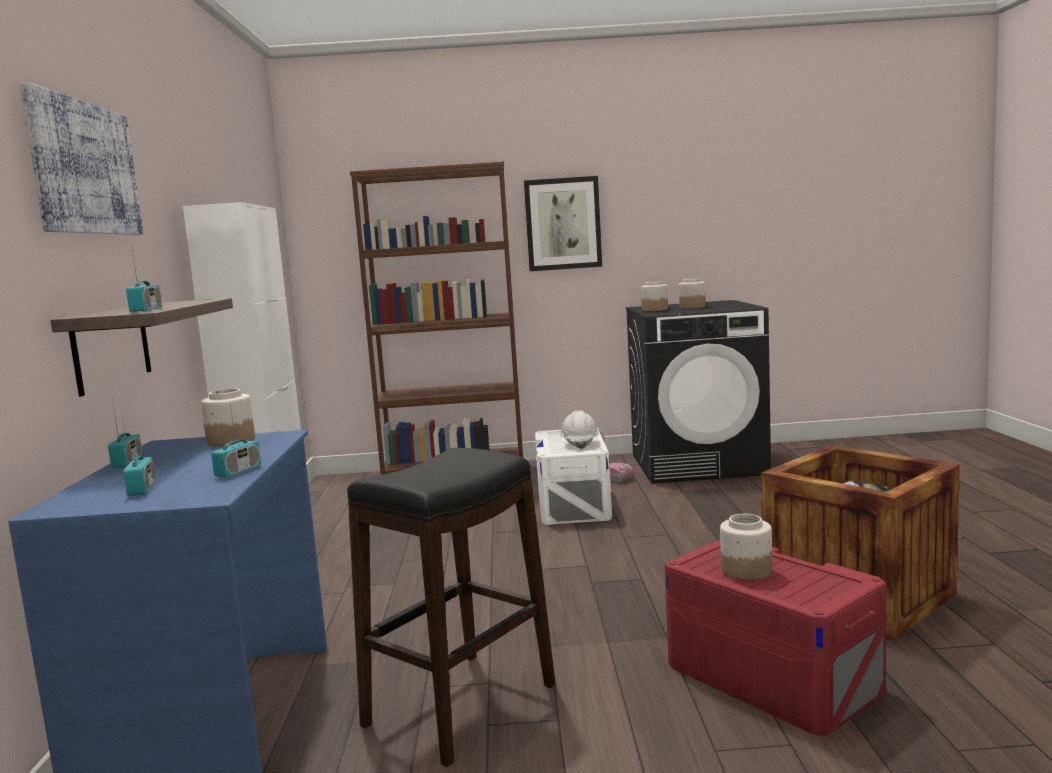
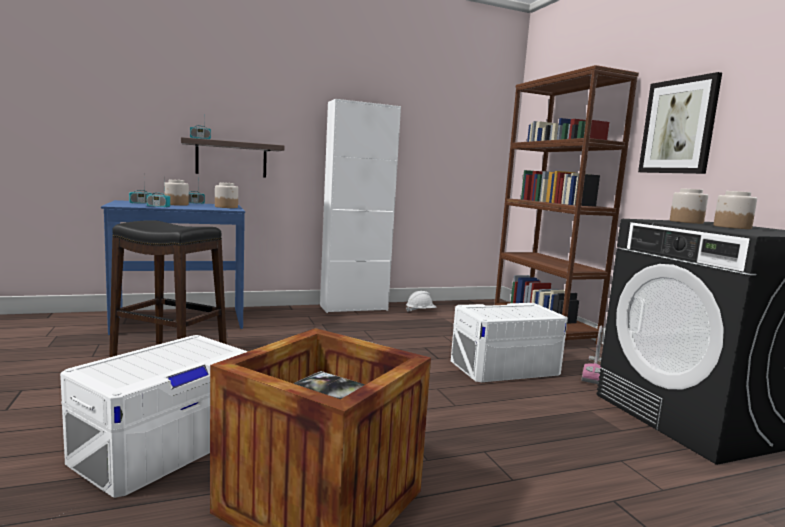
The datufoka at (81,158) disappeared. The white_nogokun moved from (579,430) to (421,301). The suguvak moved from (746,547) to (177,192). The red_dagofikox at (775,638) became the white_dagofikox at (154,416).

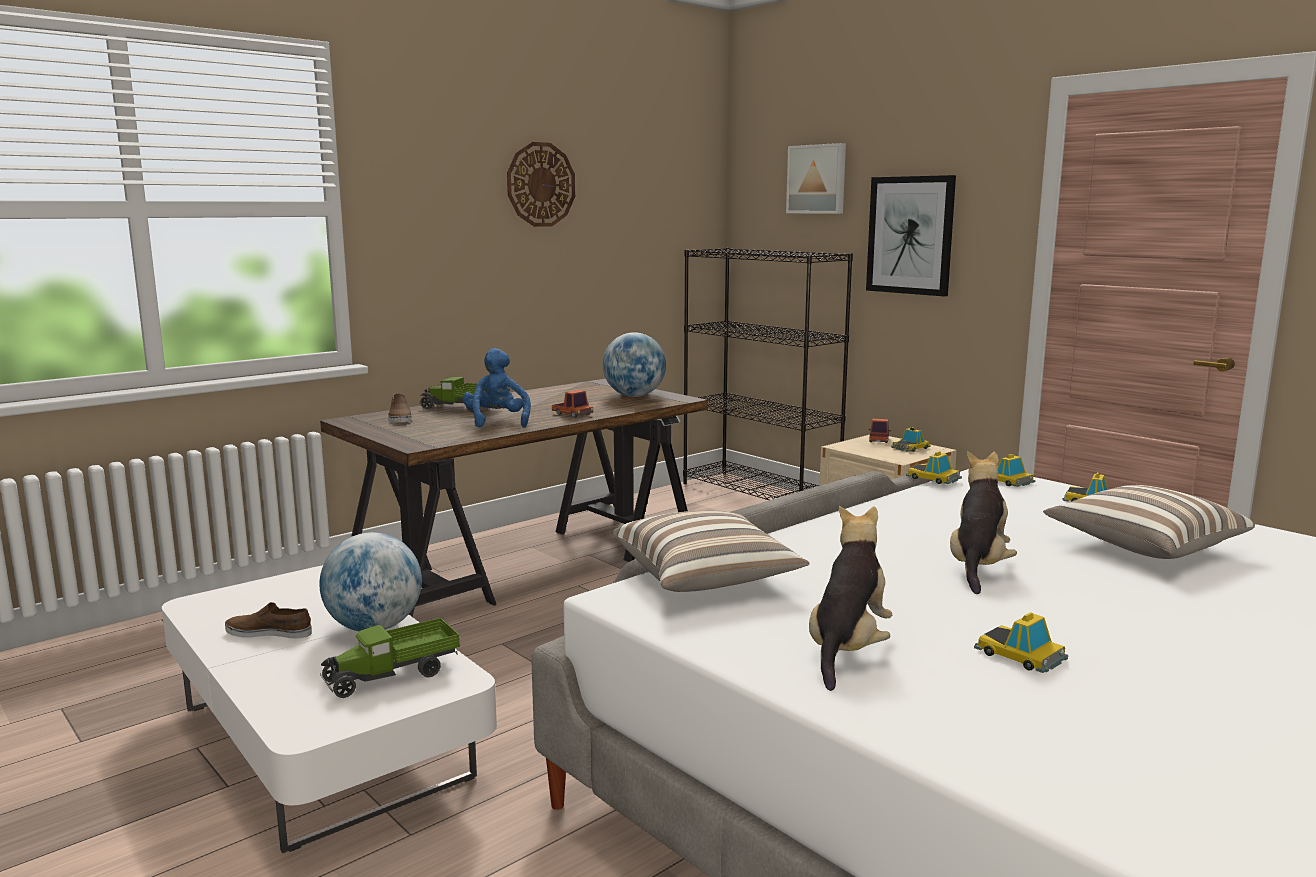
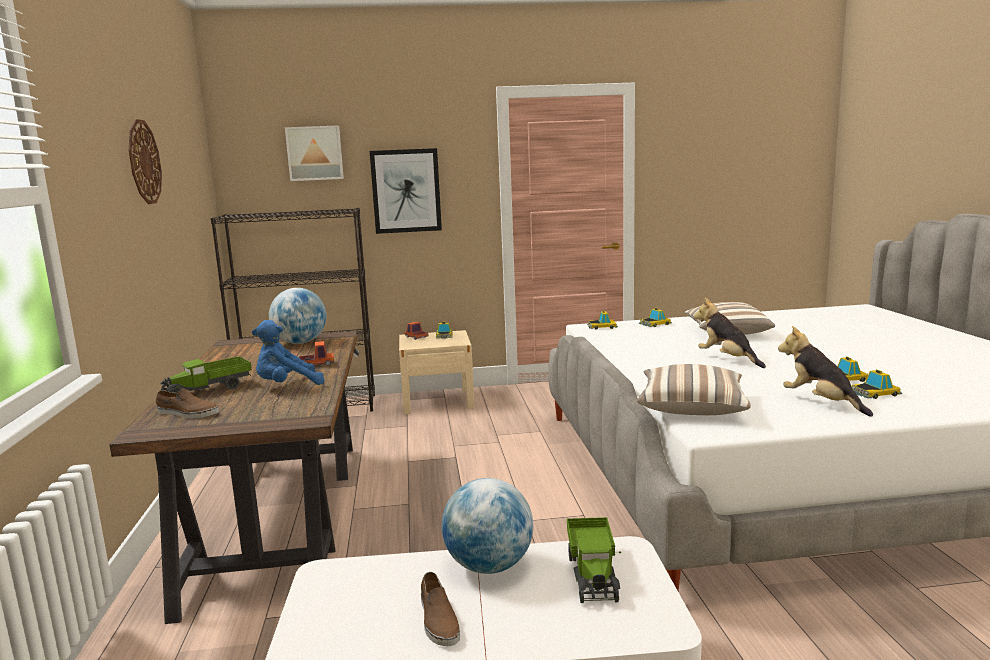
The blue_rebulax at (497,388) turned 45 degrees counterclockwise. The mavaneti moved from (934,467) to (876,384). The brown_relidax at (268,620) turned 60 degrees counterclockwise.

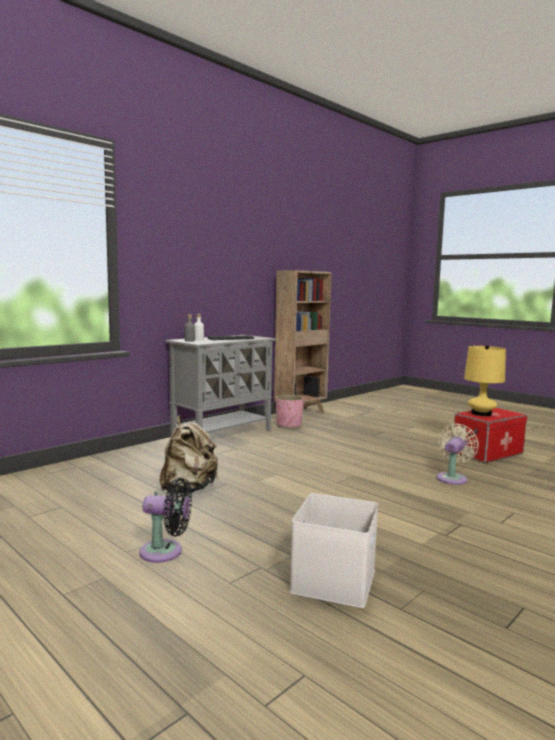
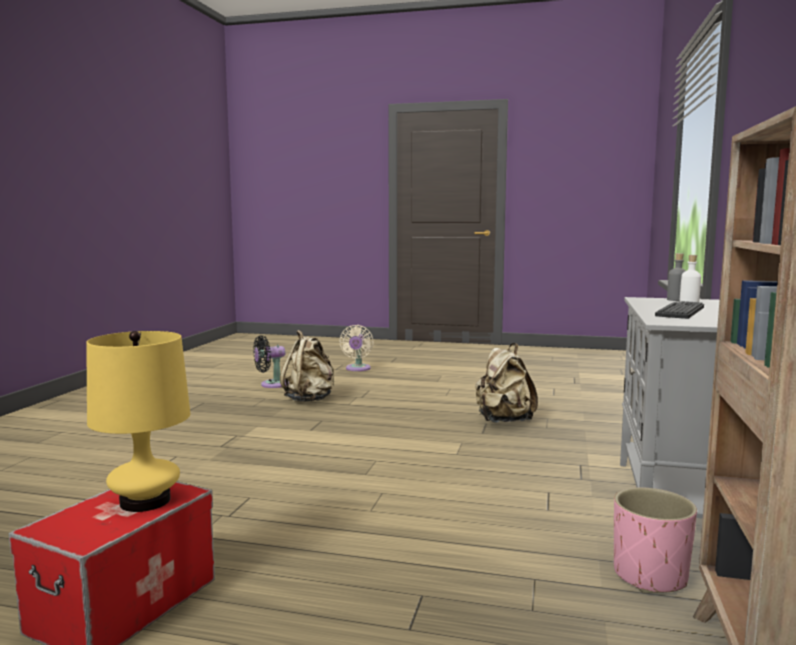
The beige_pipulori moved from (458,454) to (356,348). The black_pipulori moved from (165,520) to (271,361). The white_dagofikox at (333,550) was replaced by the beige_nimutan at (307,365).

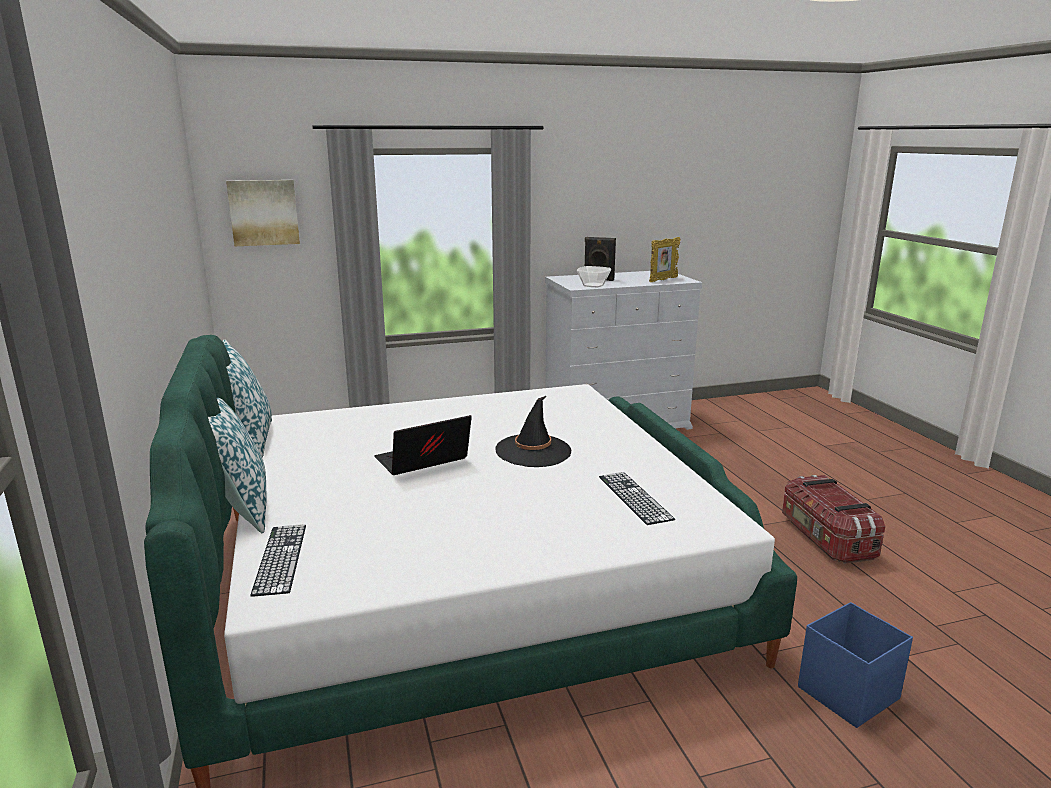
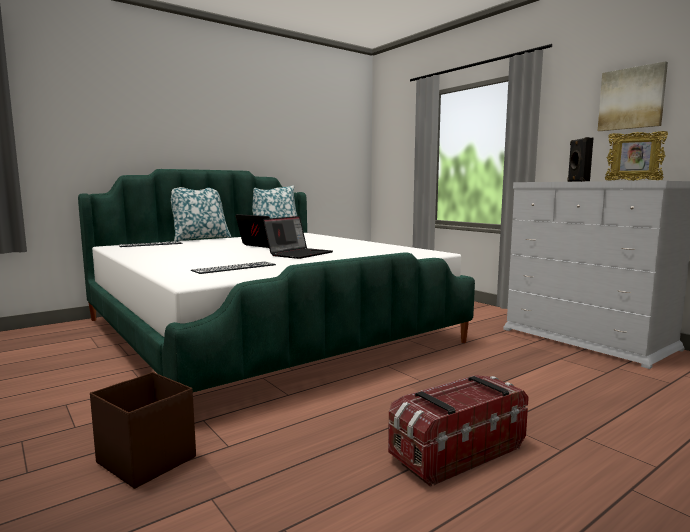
The datufoka moved from (263,213) to (633,96). The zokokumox at (594,276) disappeared. The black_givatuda at (533,431) was replaced by the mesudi at (298,237). The blue_dagofikox at (855,665) became the brown_dagofikox at (143,430).

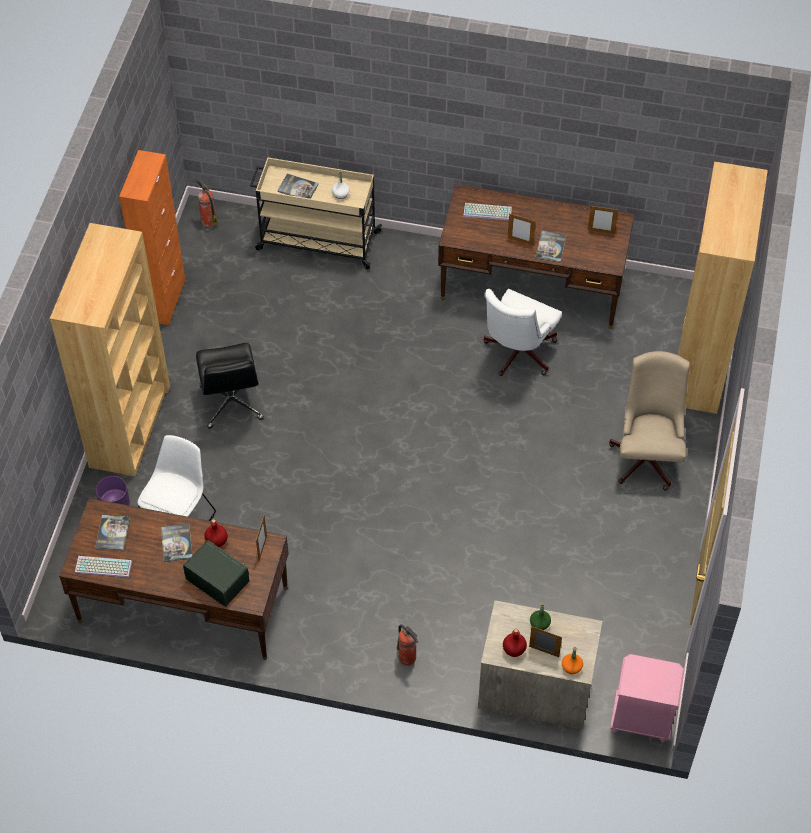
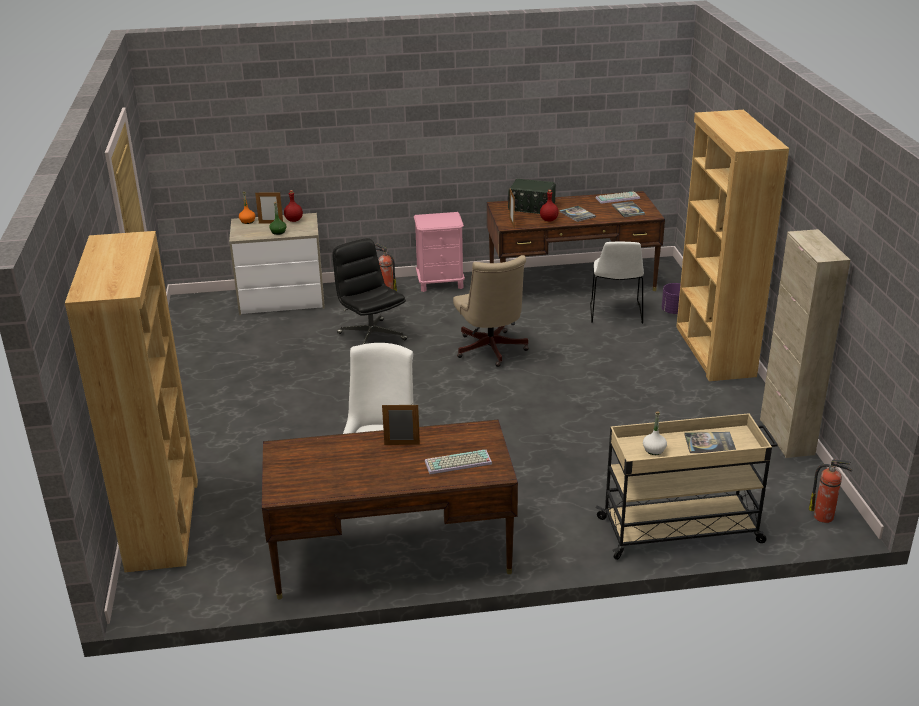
The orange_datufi at (152,237) became the beige_datufi at (805,343). The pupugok at (603,219) disappeared. The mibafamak at (551,247) disappeared. The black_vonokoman moved from (230,386) to (369,291). The beige_vonokoman moved from (649,421) to (491,311). The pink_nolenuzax moved from (647,698) to (439,252).

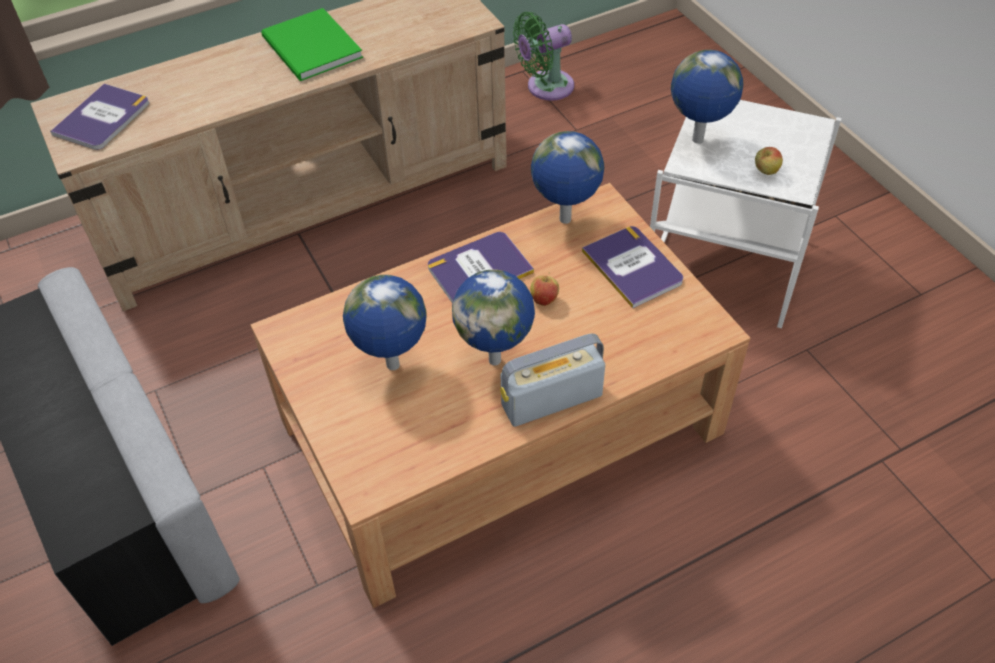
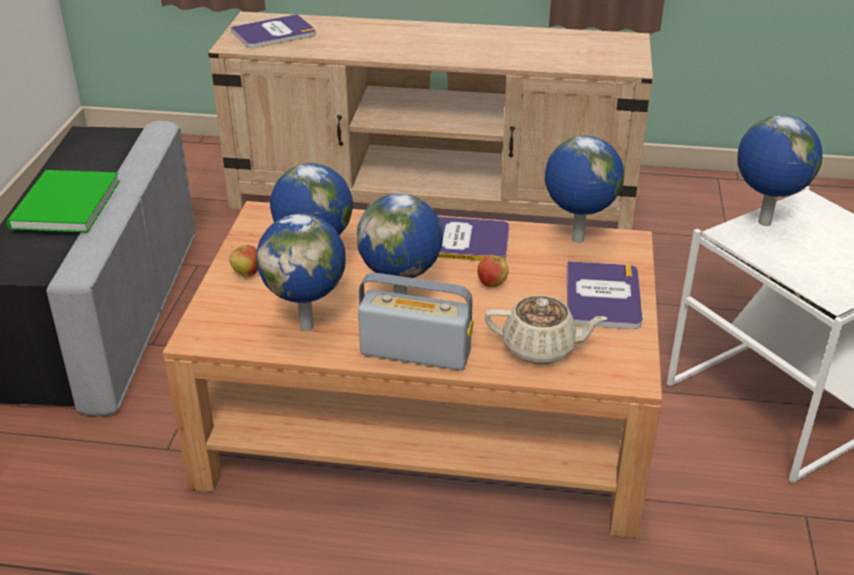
The green_mibafamak moved from (312,44) to (63,201). The green_pipulori at (543,56) disappeared. The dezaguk moved from (769,161) to (243,260). The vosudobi at (300,272) appeared. The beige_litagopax at (546,329) appeared.

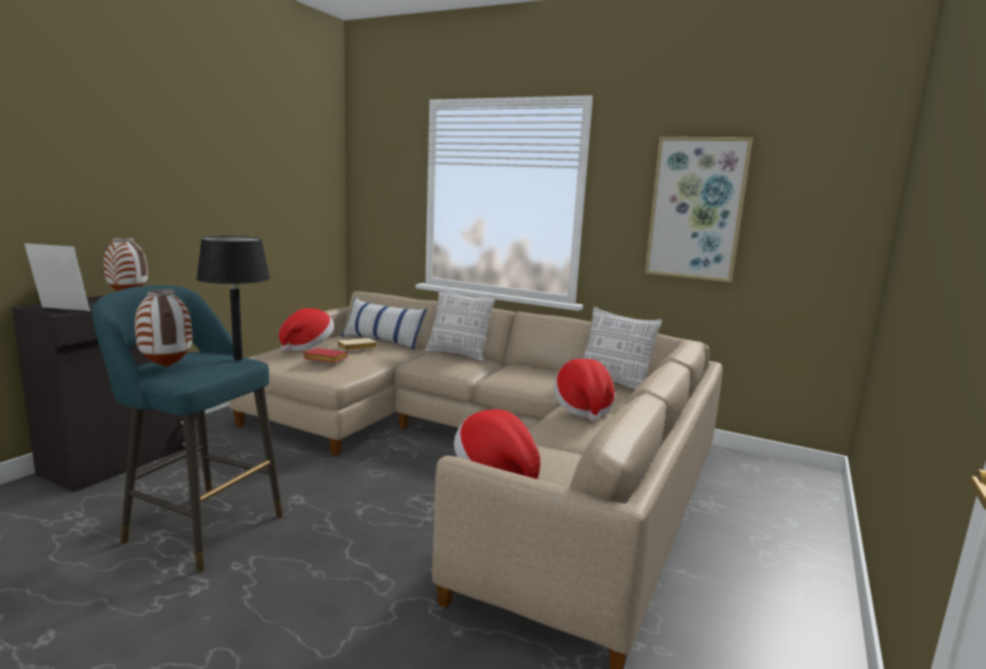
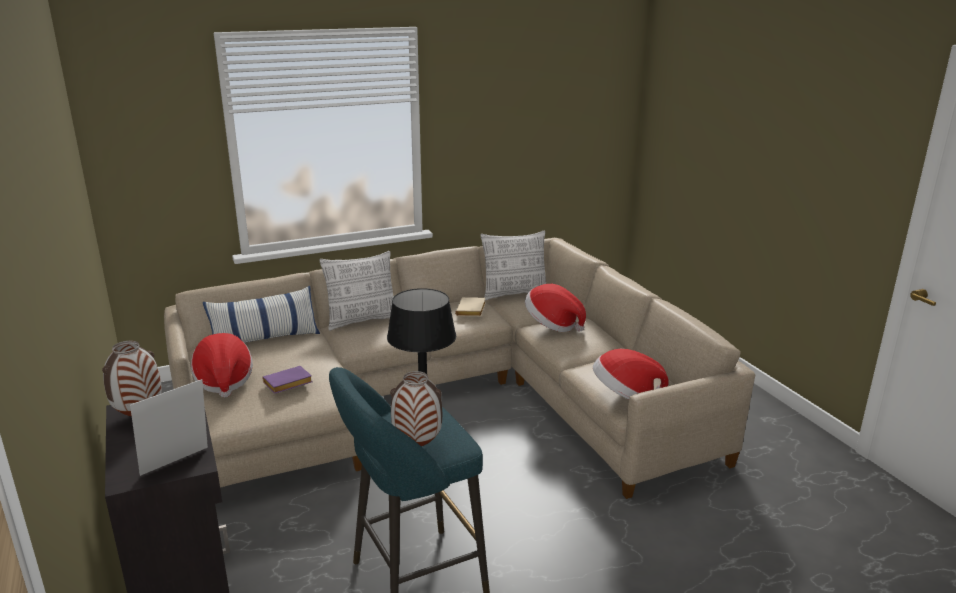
The datufoka at (699,209) disappeared. The beige_mibafamak moved from (357,344) to (470,307). The red_mibafamak at (325,355) became the purple_mibafamak at (287,380).

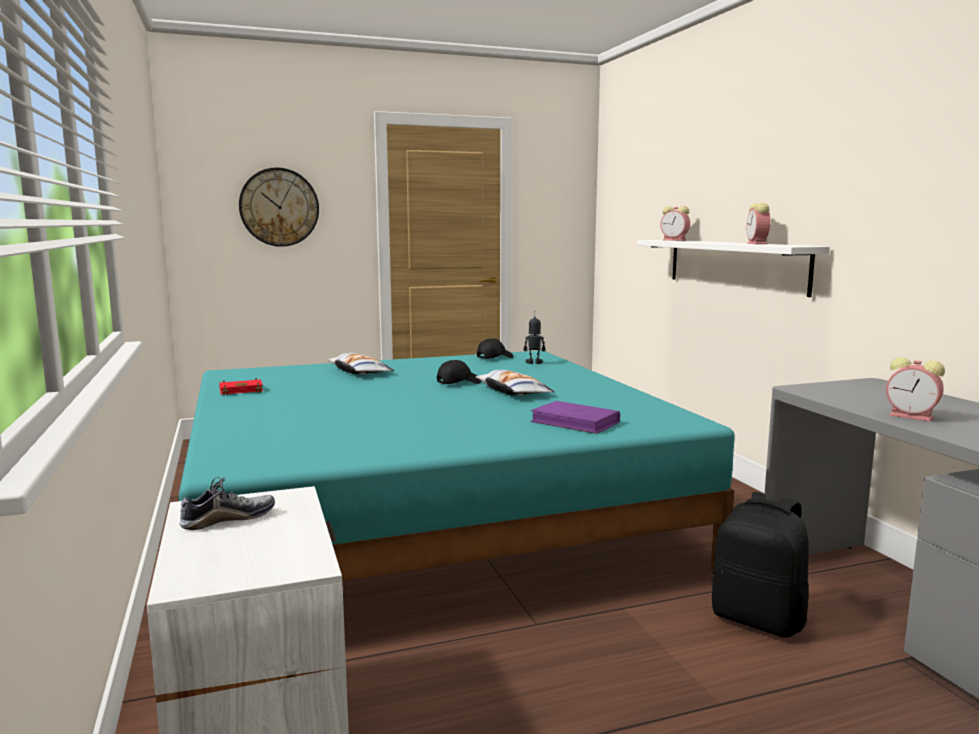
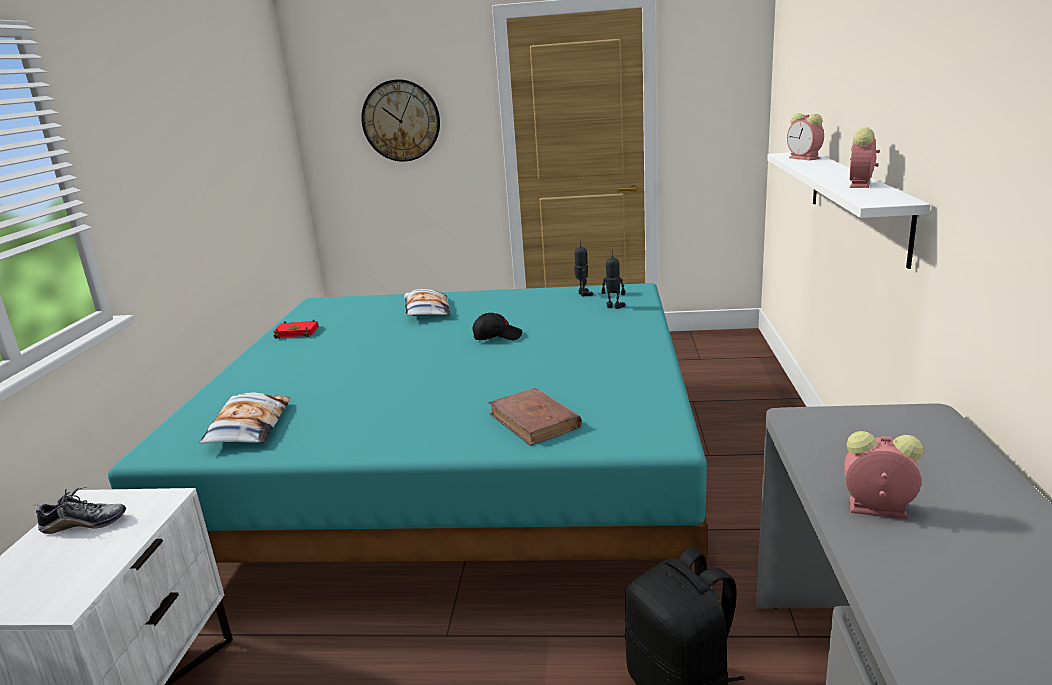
The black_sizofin at (495,349) was replaced by the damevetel at (583,268). The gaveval at (915,389) turned 135 degrees clockwise. The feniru moved from (515,382) to (244,417). The purple_mibafamak at (575,417) became the brown_mibafamak at (535,417).

